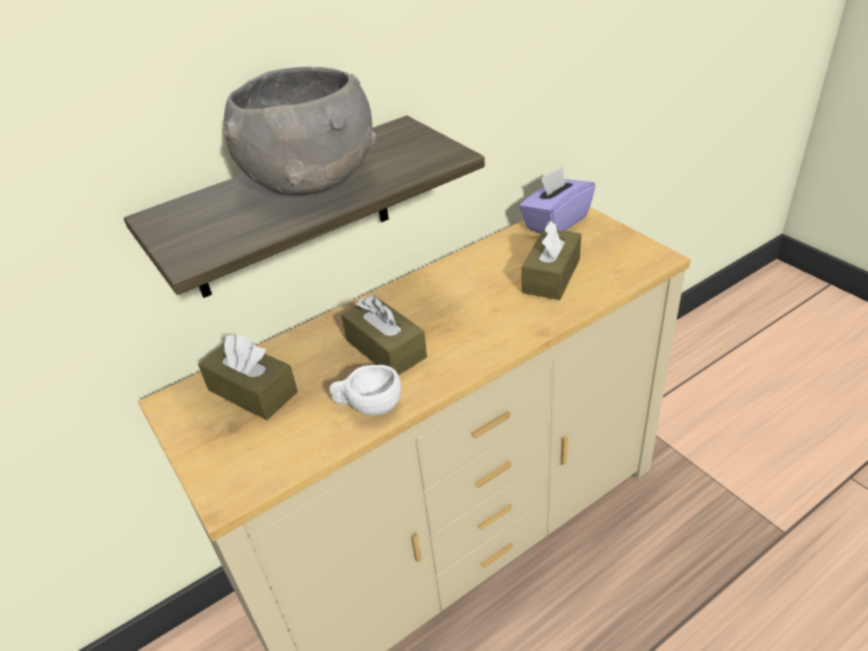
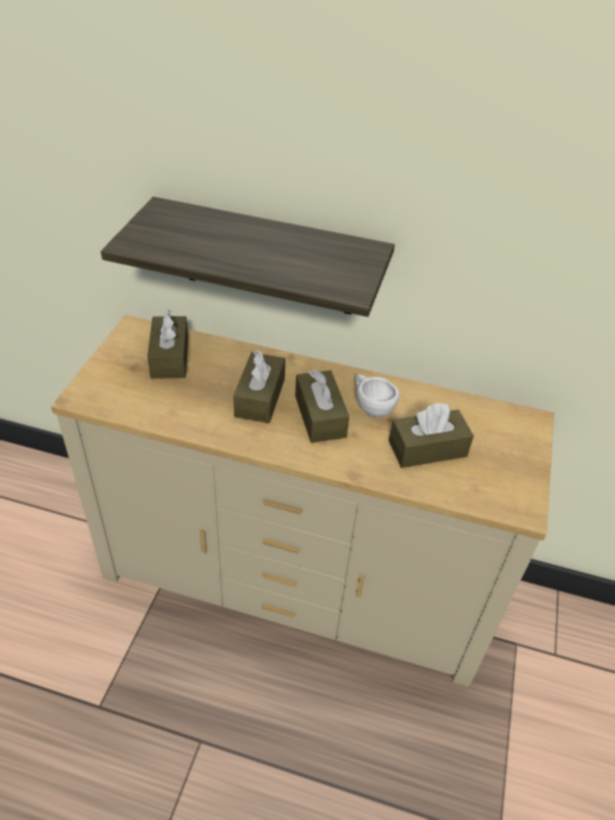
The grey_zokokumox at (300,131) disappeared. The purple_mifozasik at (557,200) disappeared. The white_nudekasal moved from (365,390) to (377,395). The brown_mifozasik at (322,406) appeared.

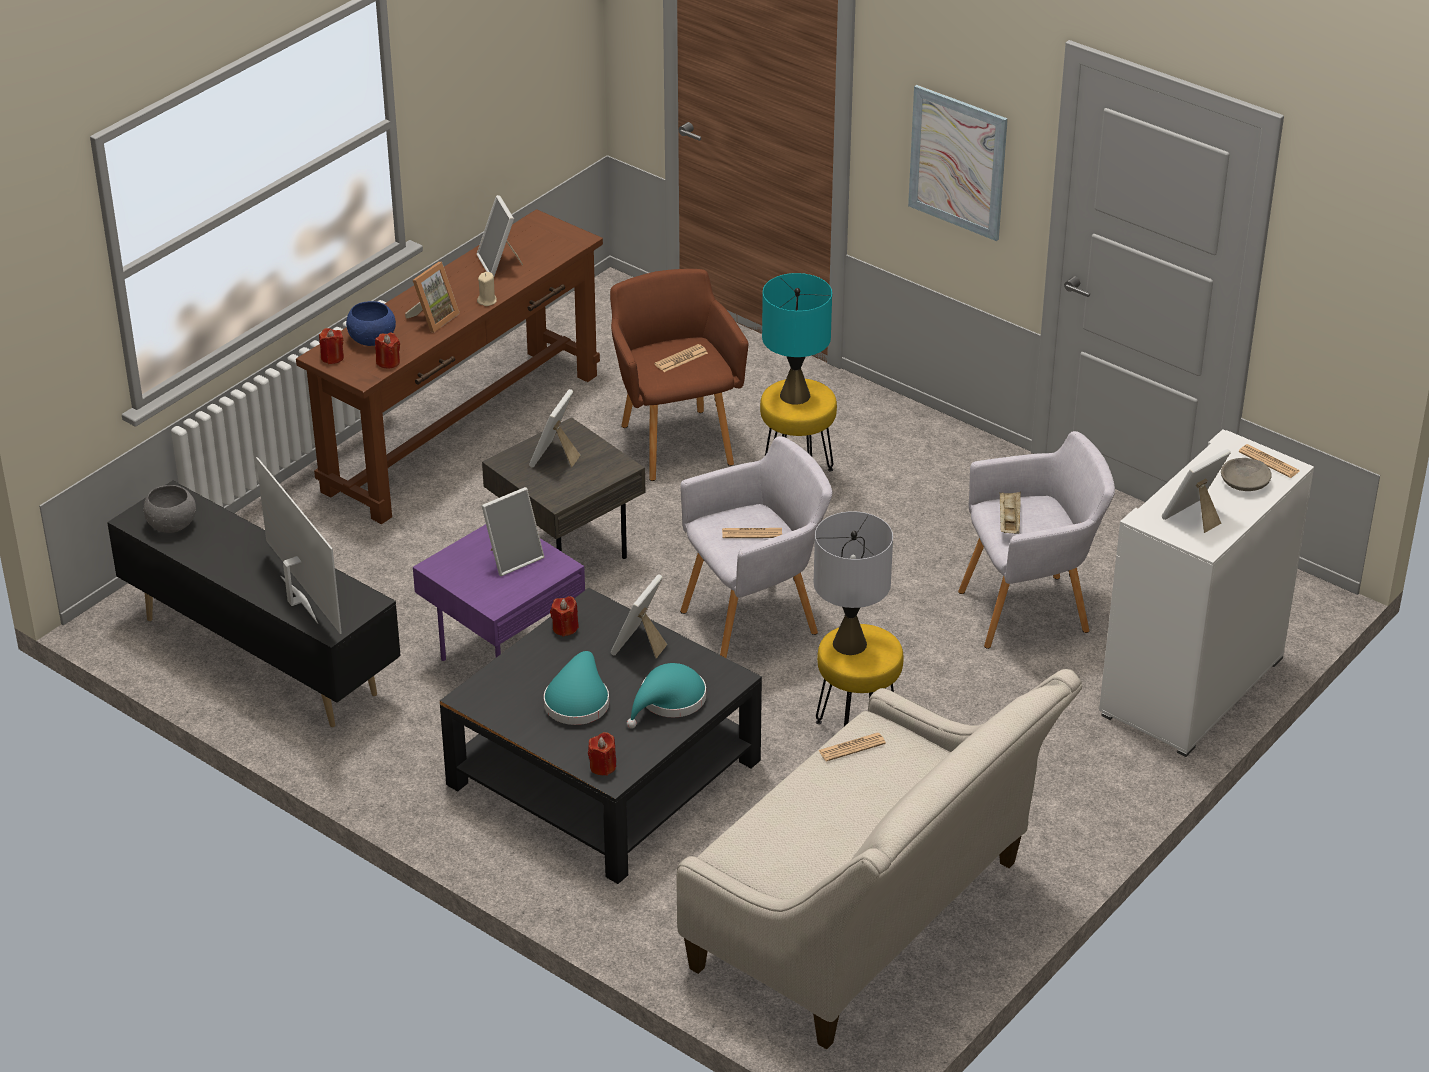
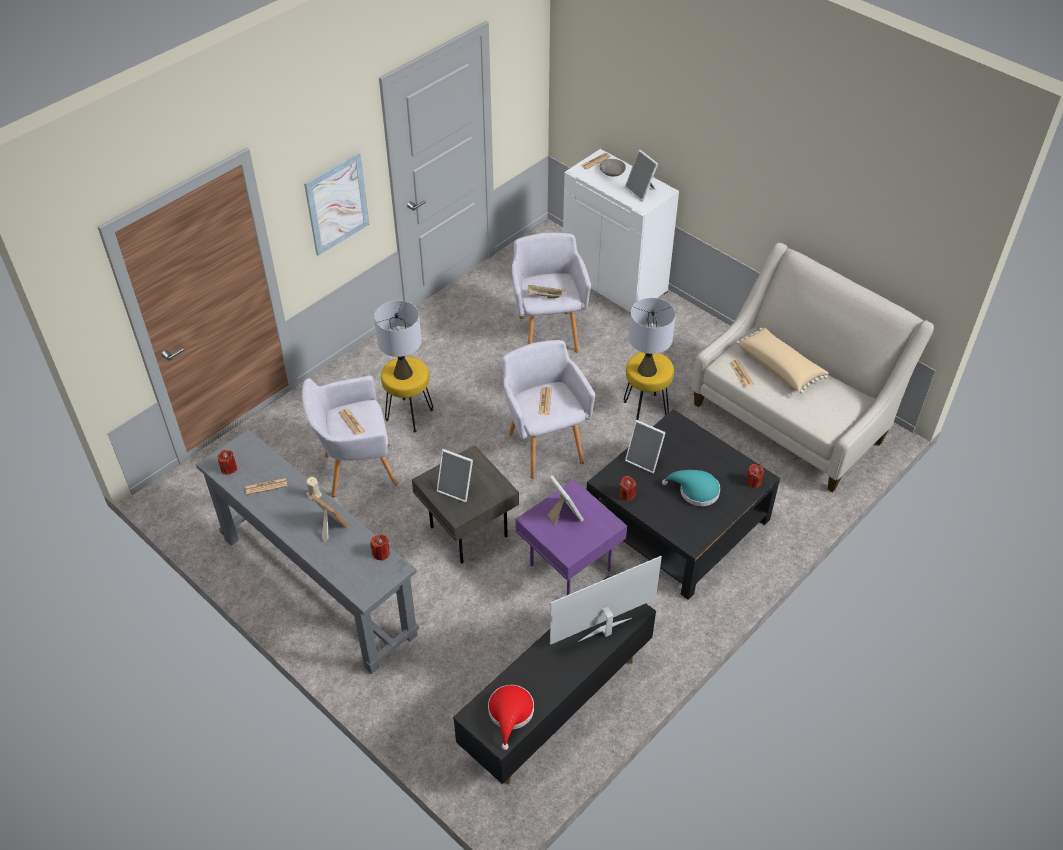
The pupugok at (500,235) was replaced by the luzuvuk at (266,486). The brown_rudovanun at (449,366) became the grey_rudovanun at (307,551). The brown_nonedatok at (679,375) became the grey_nonedatok at (350,436). The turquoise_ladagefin at (797,339) became the grey_ladagefin at (398,340). The blue_zokokumox at (371,323) disappeared. The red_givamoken moved from (331,346) to (227,462). The grey_zokokumox at (169,509) was replaced by the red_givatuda at (511,717). The turquoise_givatuda at (666,695) disappeared. The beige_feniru at (782,360) appeared.

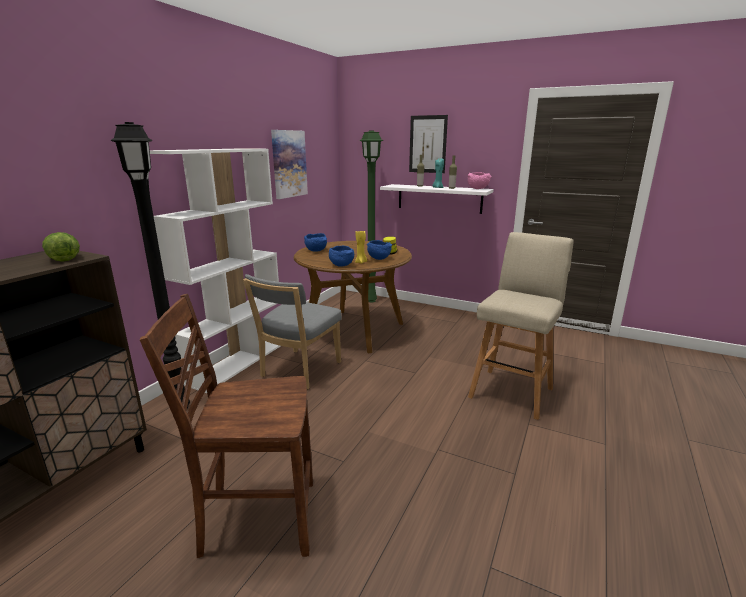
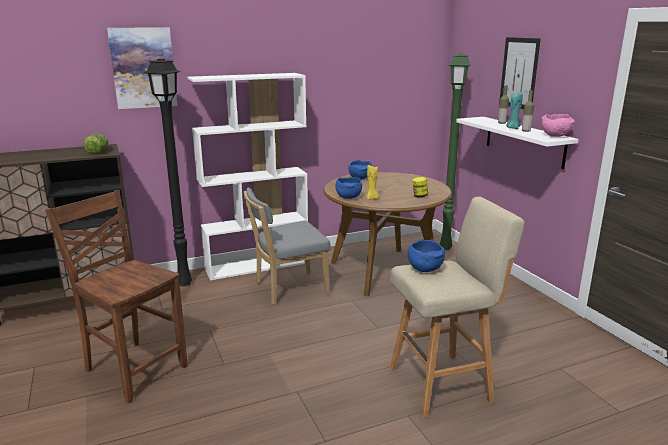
The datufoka moved from (289,164) to (142,68). The blue_zokokumox moved from (379,250) to (426,256).

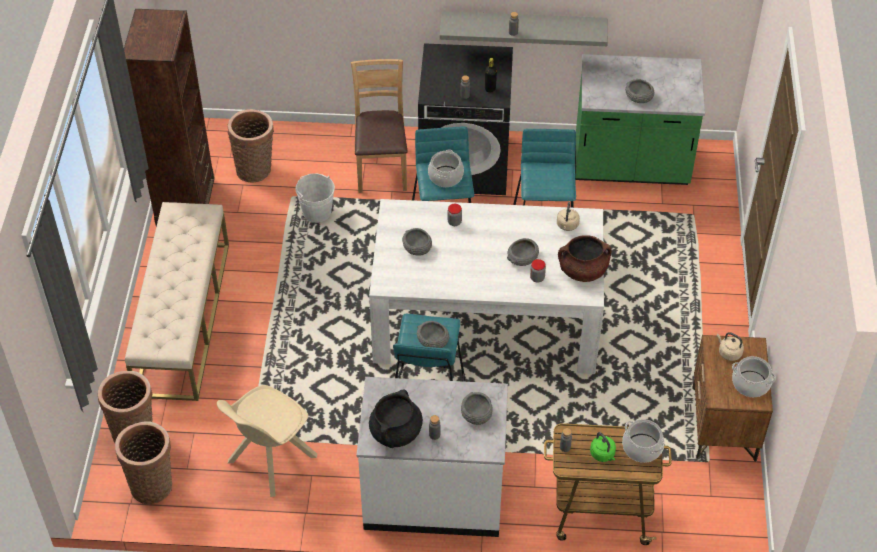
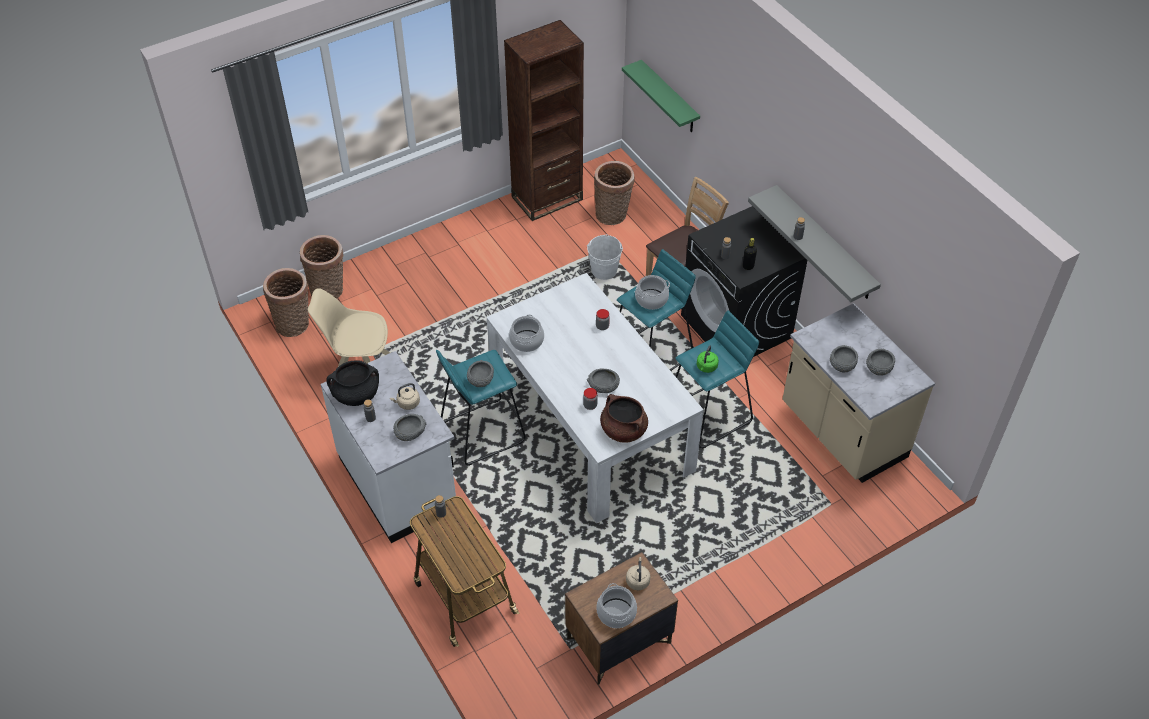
The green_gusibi at (640,119) became the beige_gusibi at (858,393). The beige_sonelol at (177,301) disappeared. The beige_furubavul moved from (568,216) to (405,396). The grey_zokokumox moved from (417,242) to (880,362). The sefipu moved from (643,441) to (526,333). The green_furubavul moved from (603,447) to (708,359). The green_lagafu at (661,96) appeared.

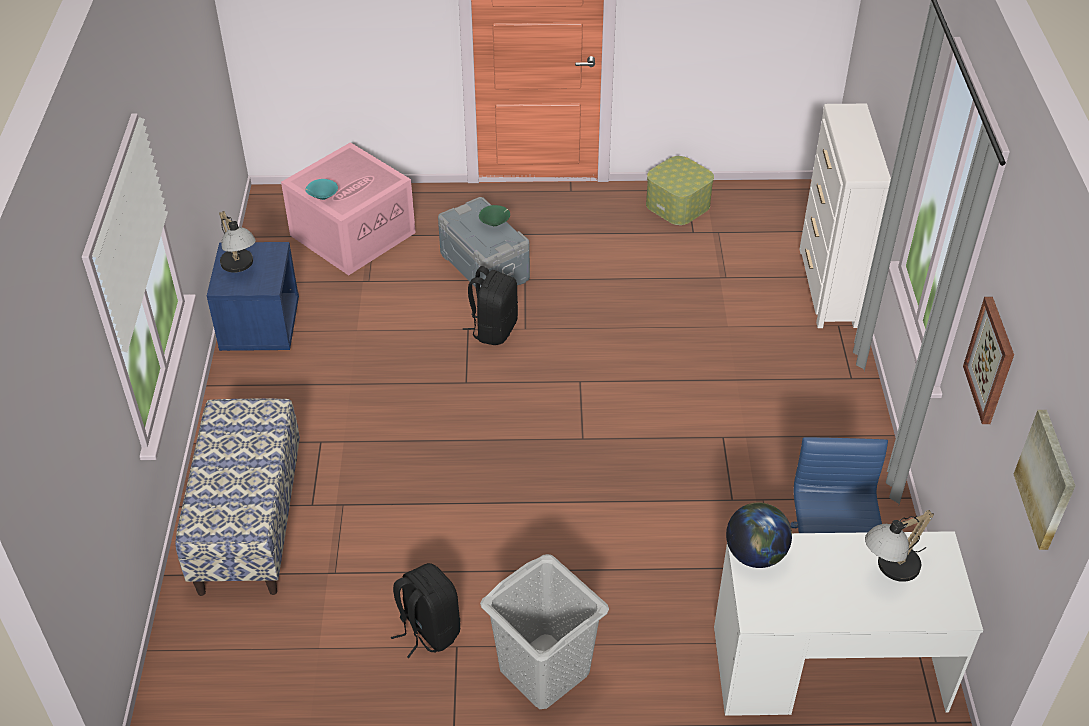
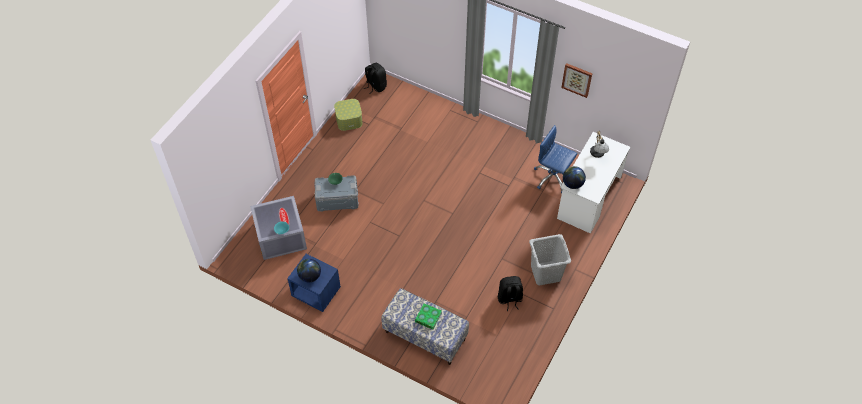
The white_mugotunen at (845,216) disappeared. The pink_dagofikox at (348,209) became the grey_dagofikox at (278,228). The ladagefin at (237,242) was replaced by the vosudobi at (309,270). The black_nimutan moved from (490,305) to (375,78). The datufoka at (1045,480) disappeared. The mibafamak at (428,316) appeared.

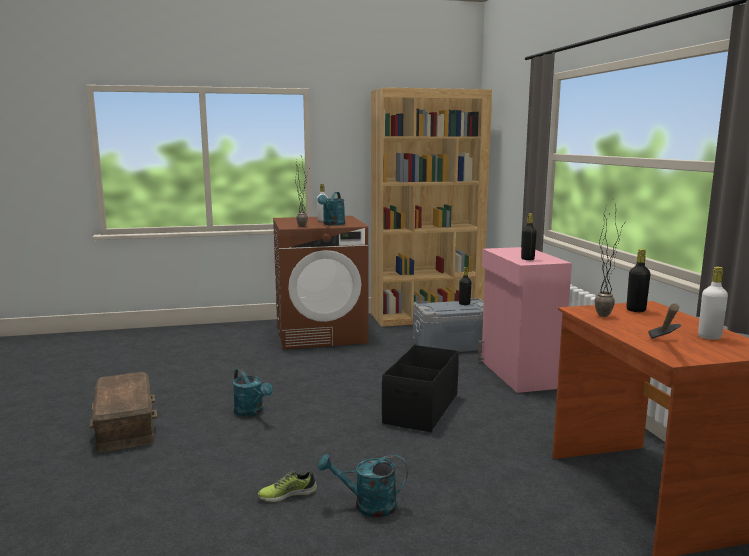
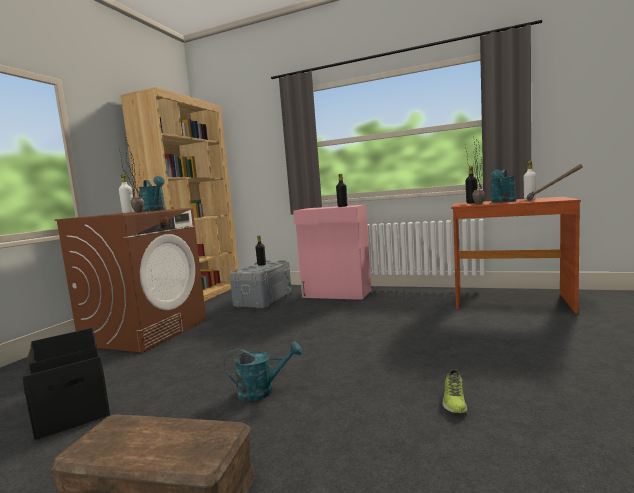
The black_dagofikox moved from (420,388) to (66,384). The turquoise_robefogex moved from (363,485) to (503,186).

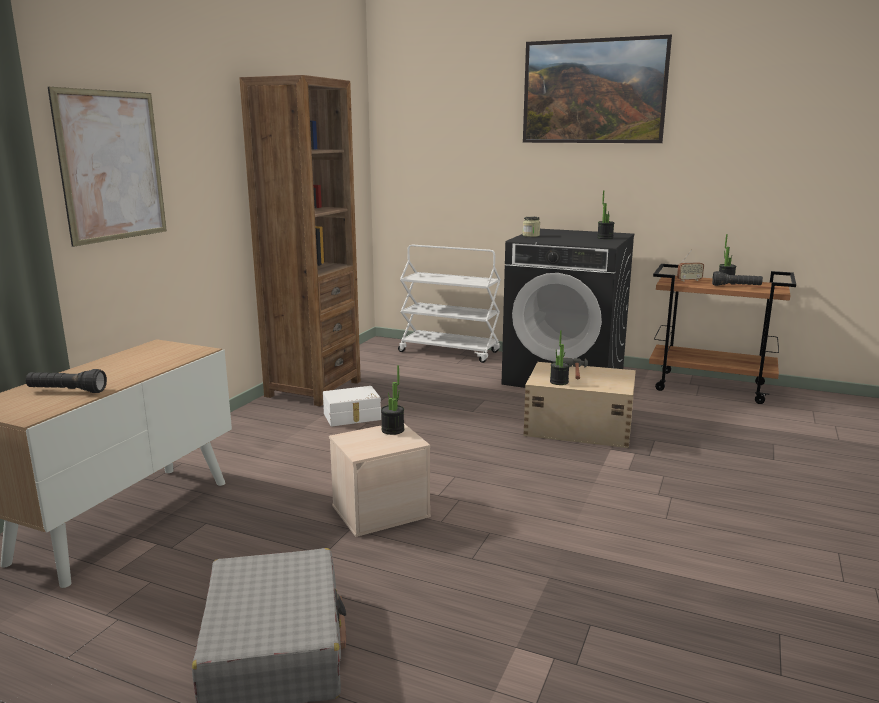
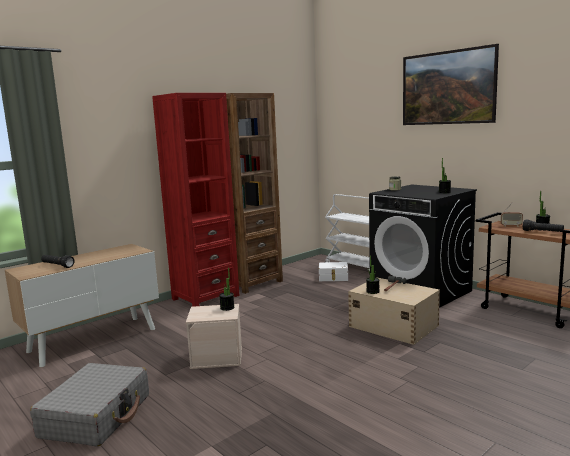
The datufoka at (107,167) disappeared. The white_dagofikox moved from (352,406) to (333,271). The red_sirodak at (196,200) appeared.

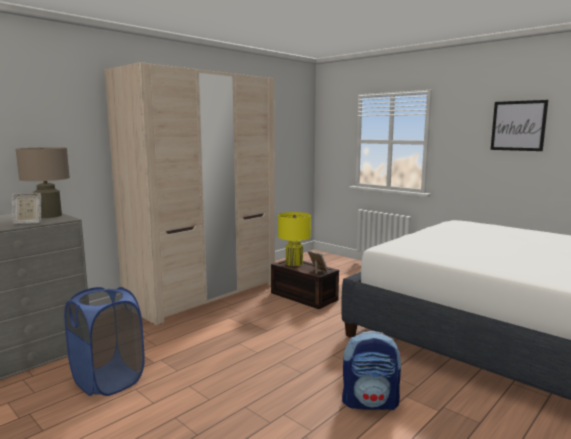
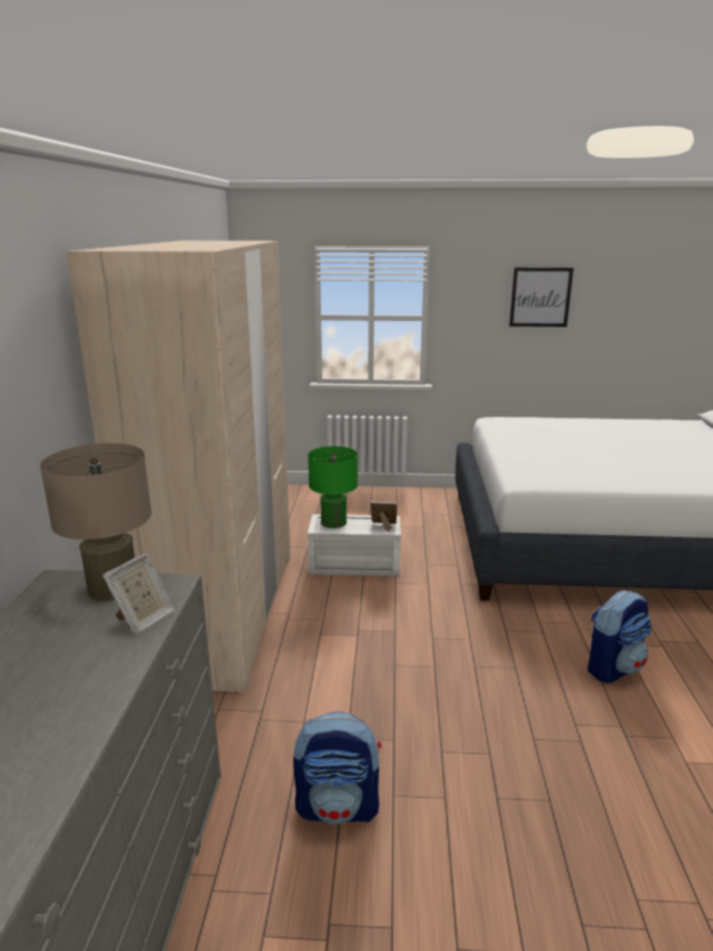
The yellow_ladagefin at (294,239) became the green_ladagefin at (333,487). The brown_dagofikox at (305,284) became the white_dagofikox at (354,545). The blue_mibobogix at (104,341) was replaced by the nimutan at (337,768).

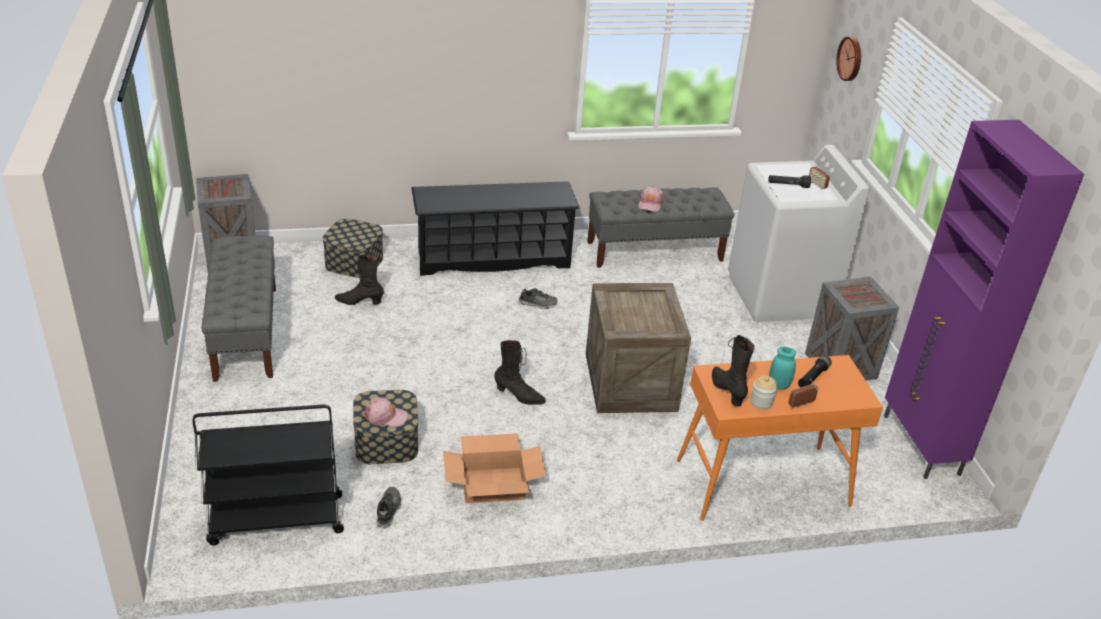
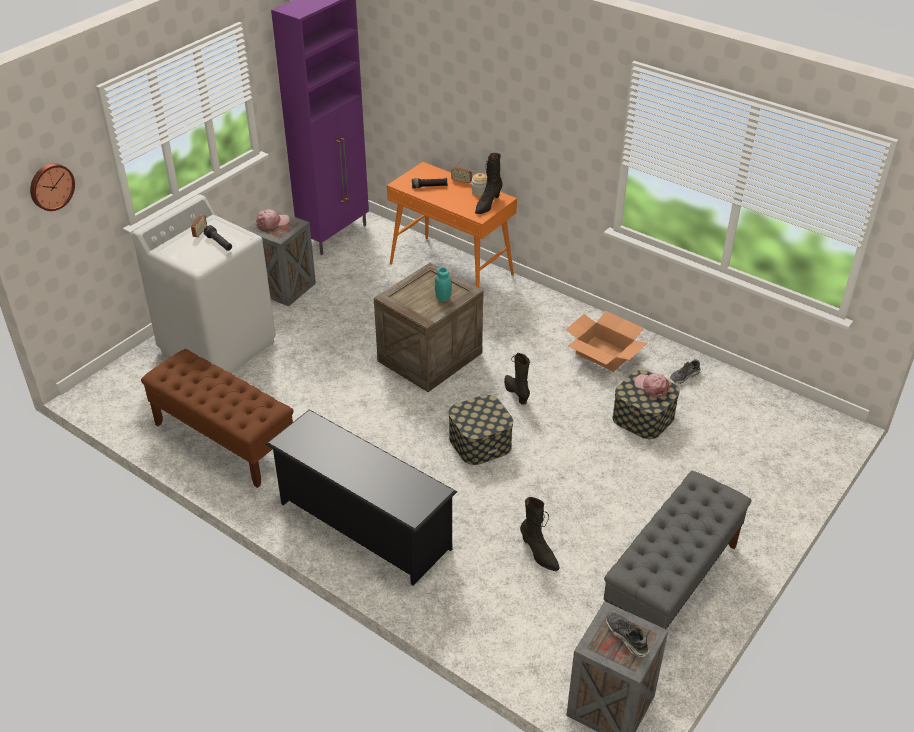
The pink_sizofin moved from (651,199) to (272,219). The grey_sonelol at (661,227) became the brown_sonelol at (217,418). The dagofikox moved from (353,248) to (480,430). The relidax moved from (538,298) to (627,635). The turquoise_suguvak moved from (782,368) to (443,284). The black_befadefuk at (268,474) disappeared.

